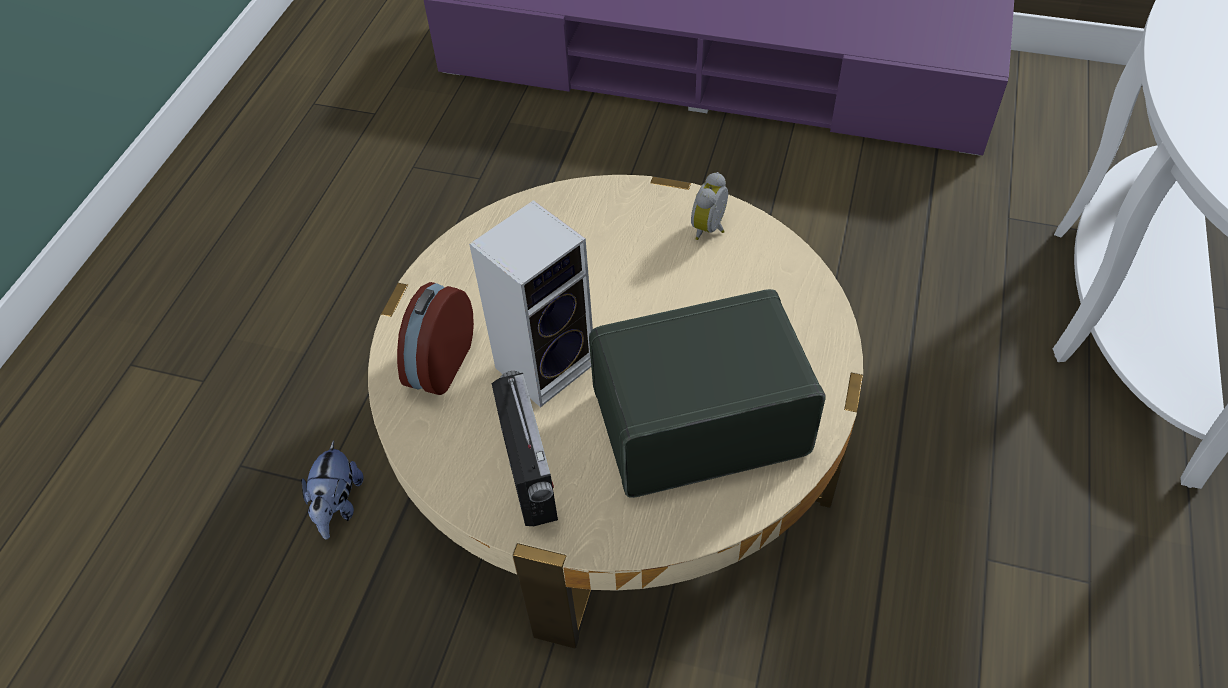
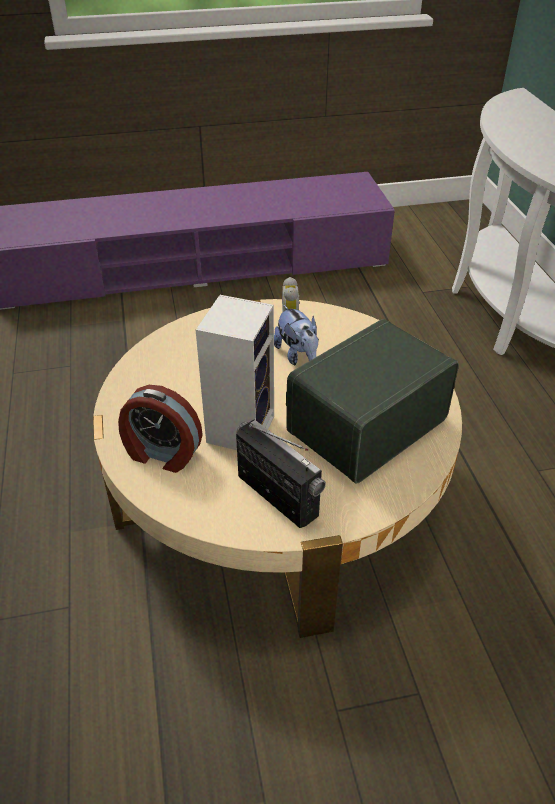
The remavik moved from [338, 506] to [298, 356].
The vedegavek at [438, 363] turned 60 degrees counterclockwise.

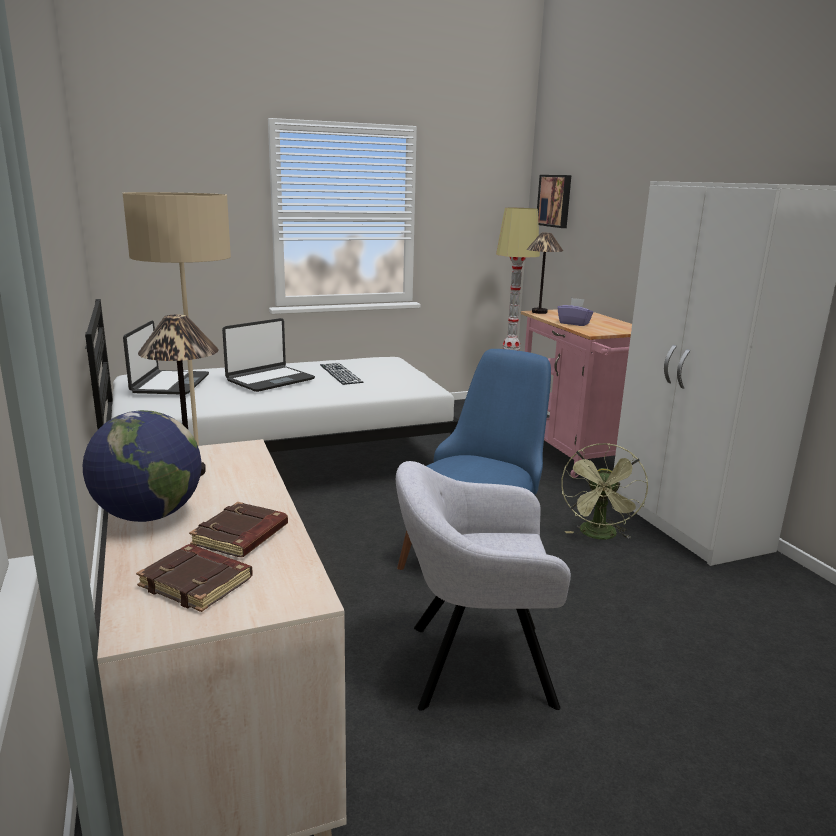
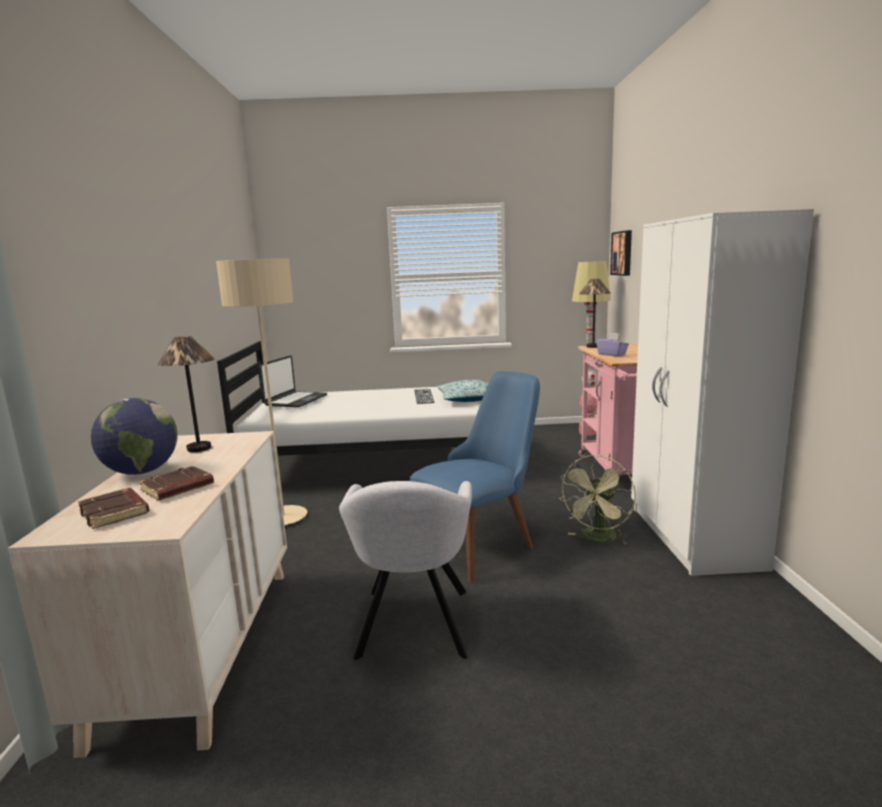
The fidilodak at [270, 380] disappeared.
The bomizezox at [467, 399] appeared.
The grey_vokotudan at [473, 664] turned 105 degrees counterclockwise.

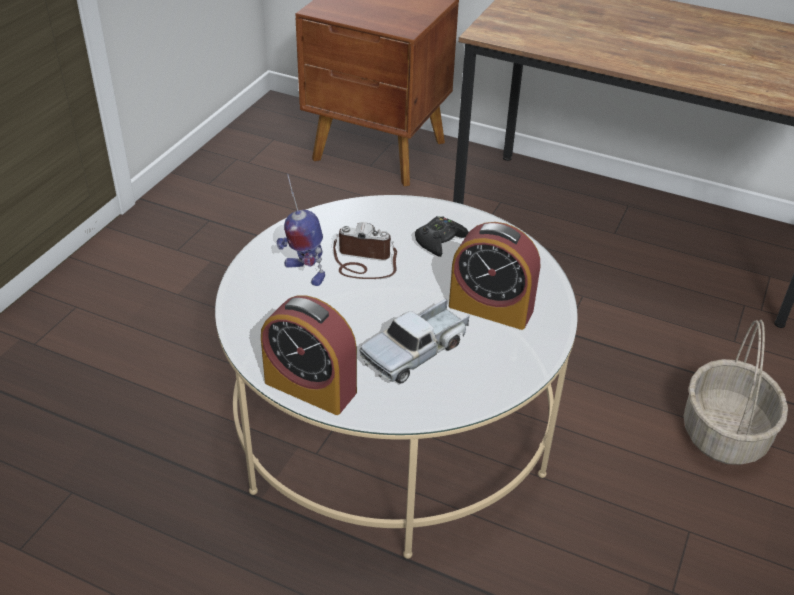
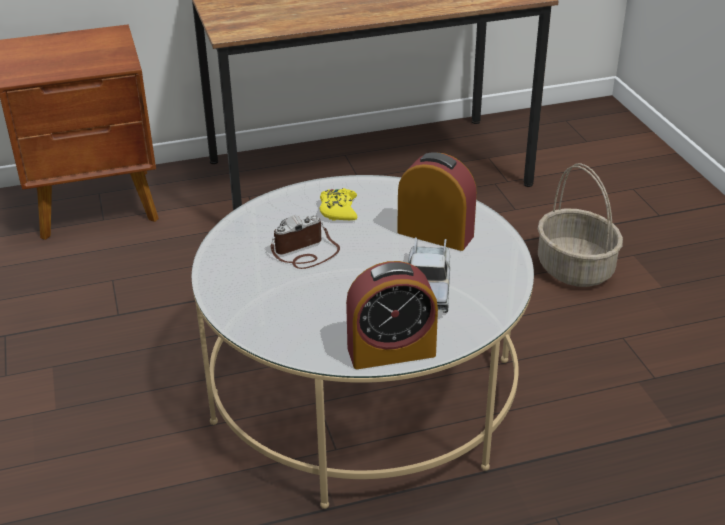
The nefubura at [304, 272] disappeared.
The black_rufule at [439, 241] became the yellow_rufule at [338, 210].
The vedegavek at [491, 308] turned 135 degrees counterclockwise.

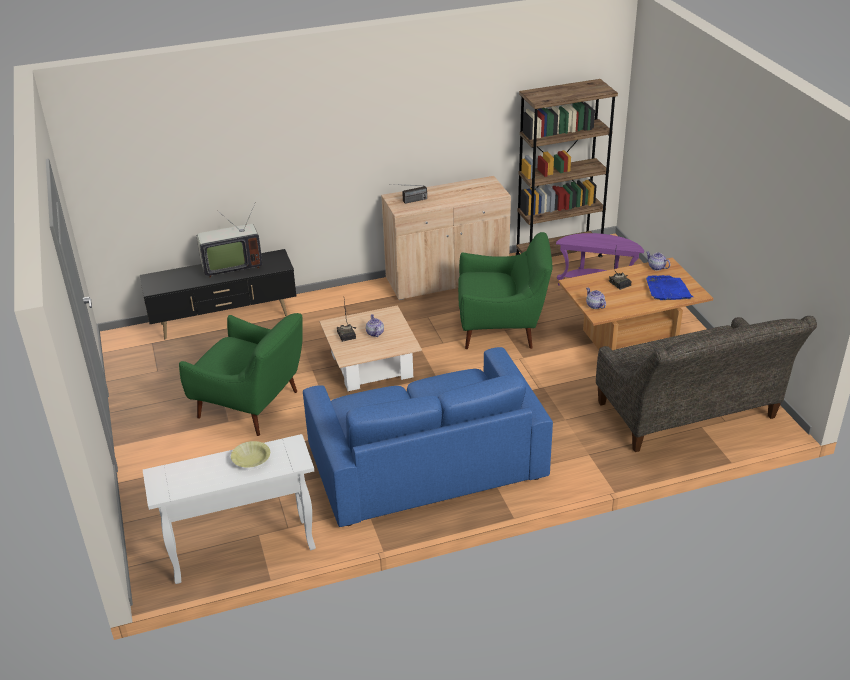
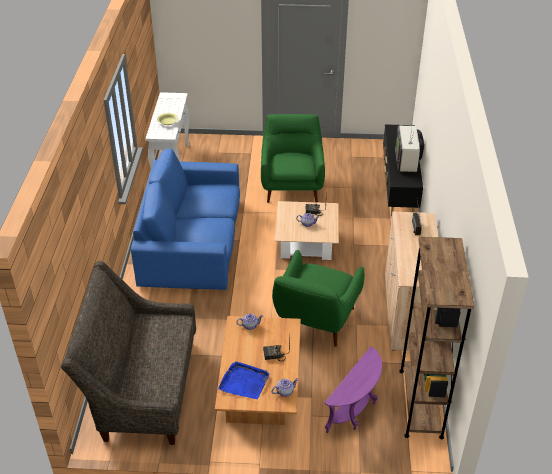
The green_vokotudan at [252, 406] turned 135 degrees clockwise.

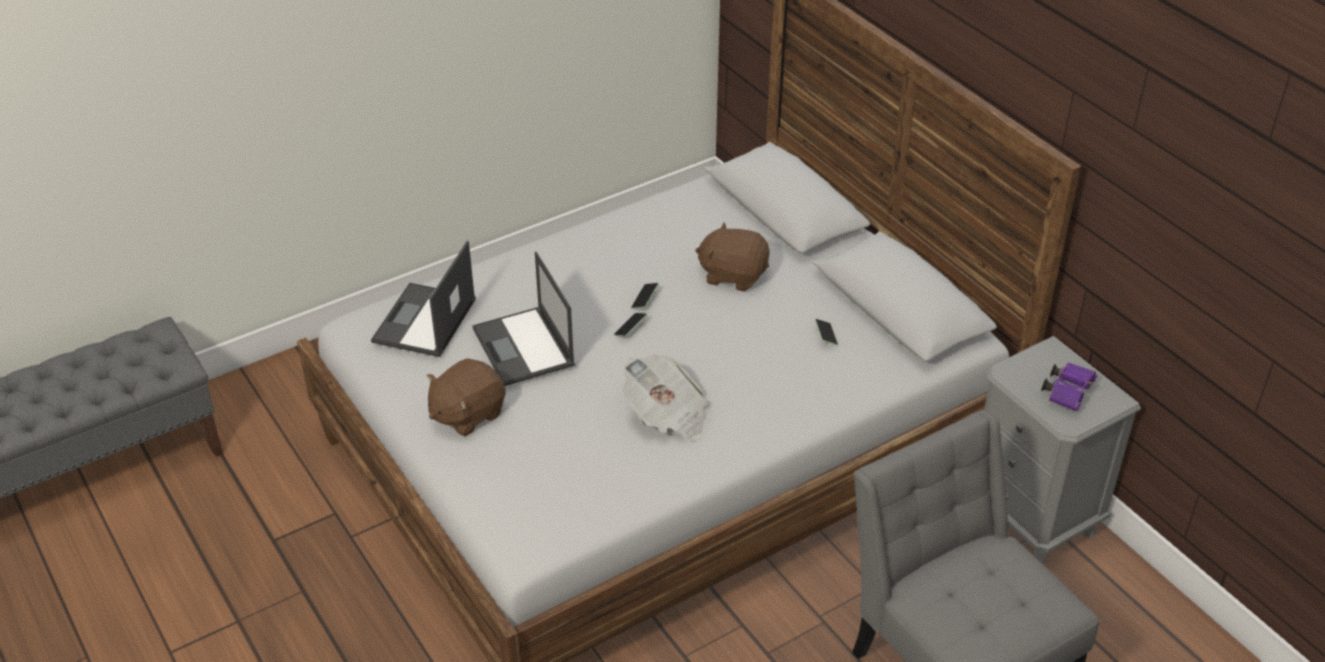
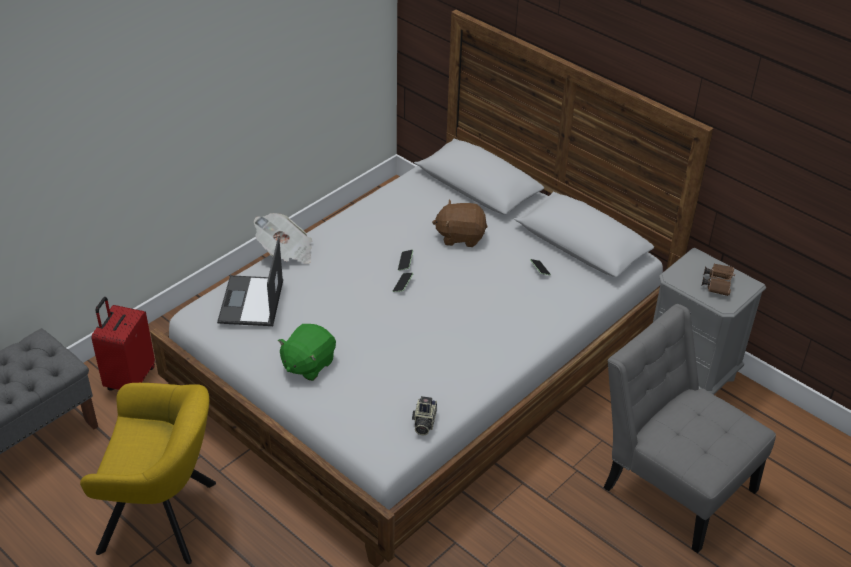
The fidilodak at [524, 347] disappeared.
The yellow_vokotudan at [165, 518] appeared.
The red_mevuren at [129, 379] appeared.
The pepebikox at [423, 423] appeared.
The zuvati moved from [667, 415] to [286, 251].
The brown_remavik at [467, 414] became the green_remavik at [308, 364].
The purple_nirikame at [1068, 392] became the brown_nirikame at [717, 284].

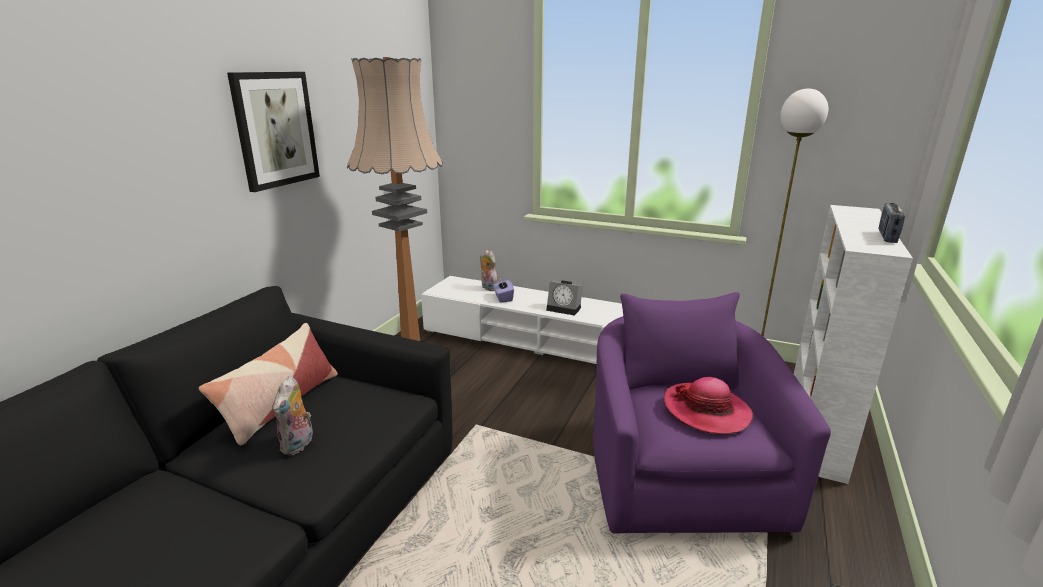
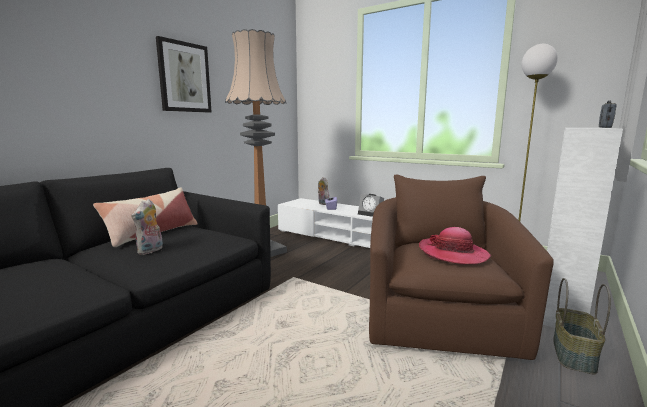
The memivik at [575, 355] appeared.
The purple_vokotudan at [679, 473] became the brown_vokotudan at [438, 316].

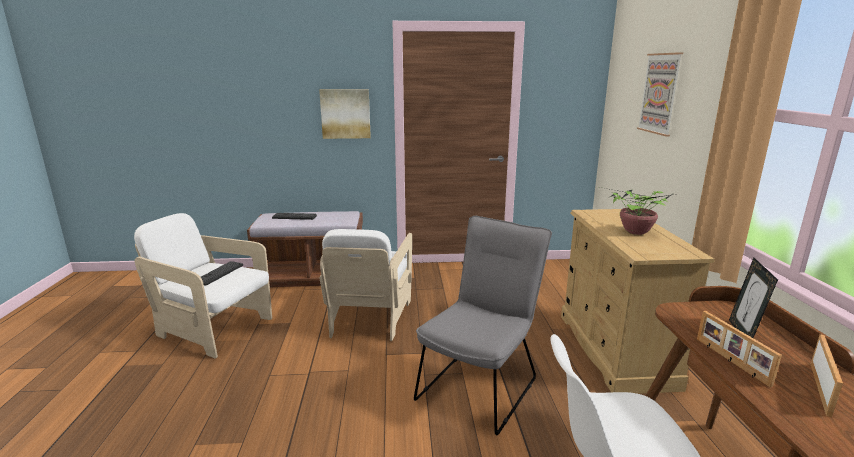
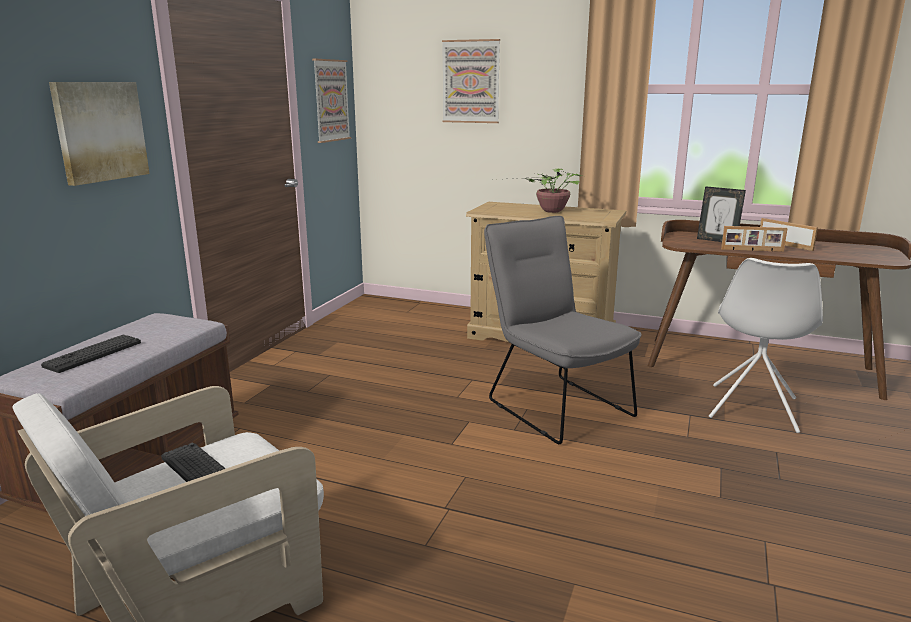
The white_vokotudan at [369, 317] disappeared.
The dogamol at [331, 100] appeared.

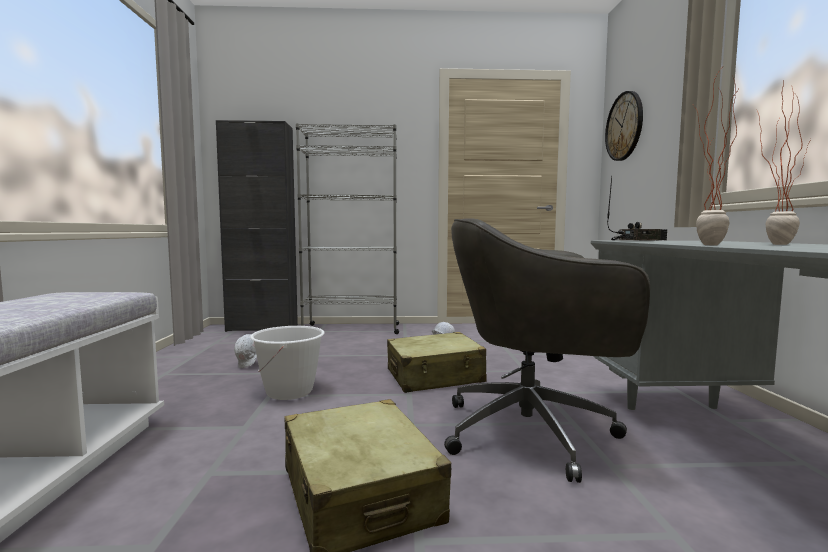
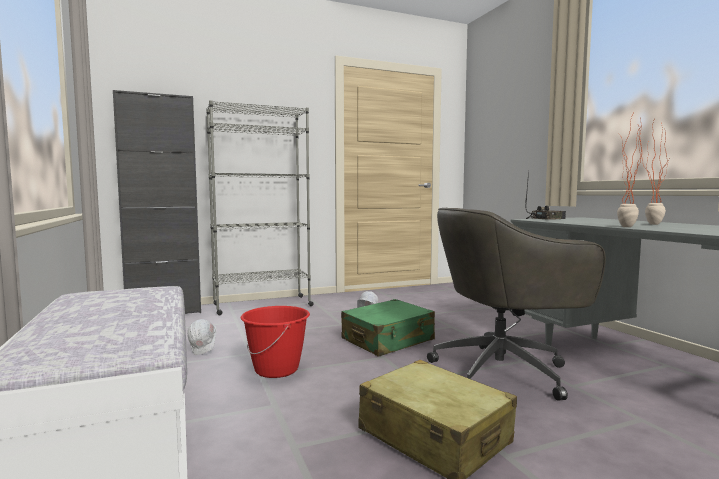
The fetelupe at [624, 126] disappeared.
The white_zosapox at [290, 392] became the red_zosapox at [277, 369].
The beige_mevuren at [435, 376] became the green_mevuren at [388, 340].

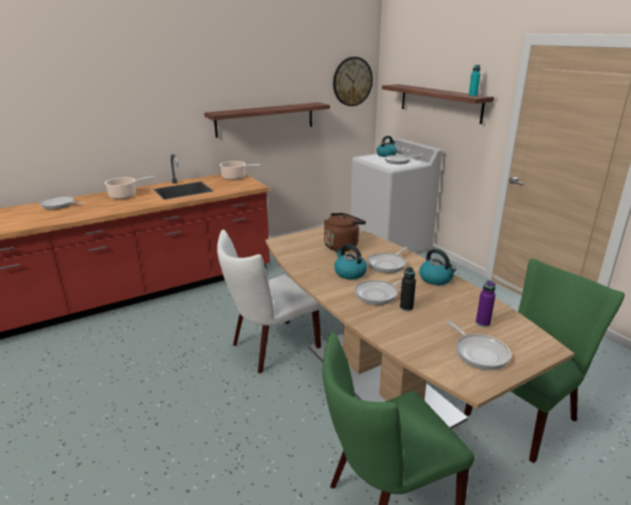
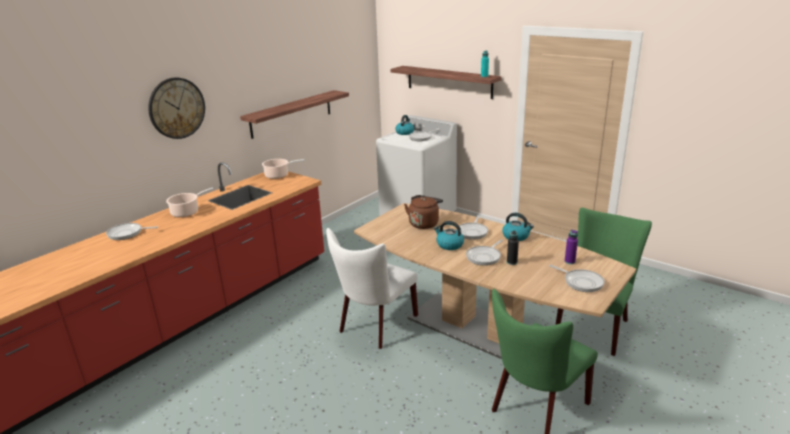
The fetelupe moved from [352, 81] to [176, 108].

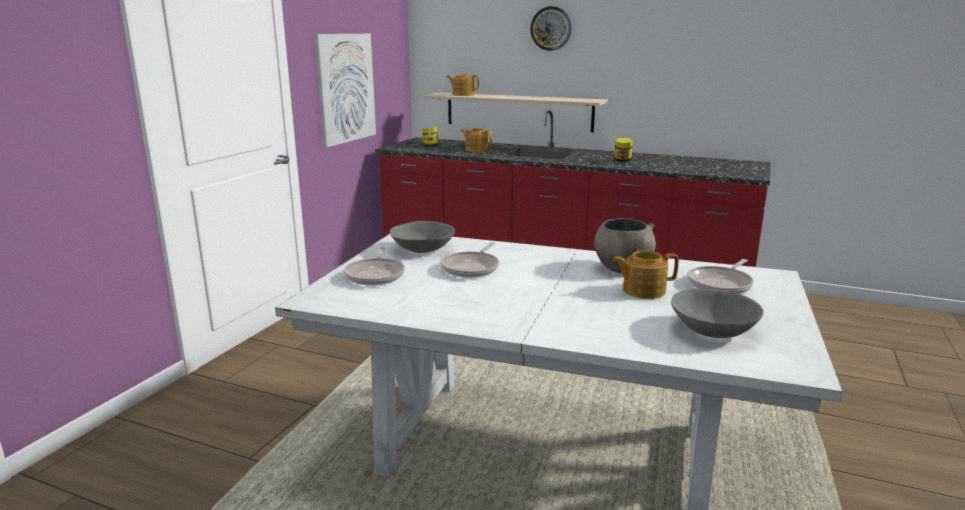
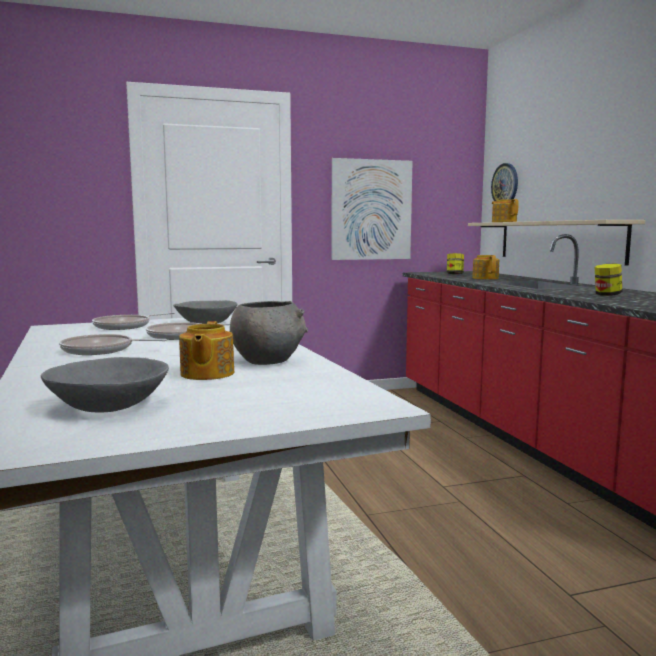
The fetelupe moved from [551, 28] to [505, 185].
The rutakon moved from [721, 284] to [101, 350].
The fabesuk at [642, 290] turned 135 degrees counterclockwise.

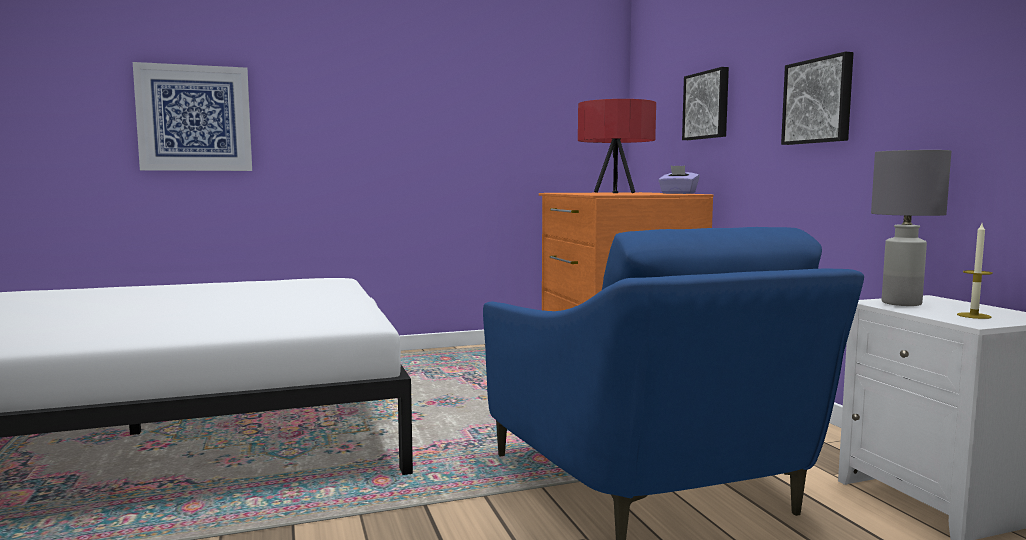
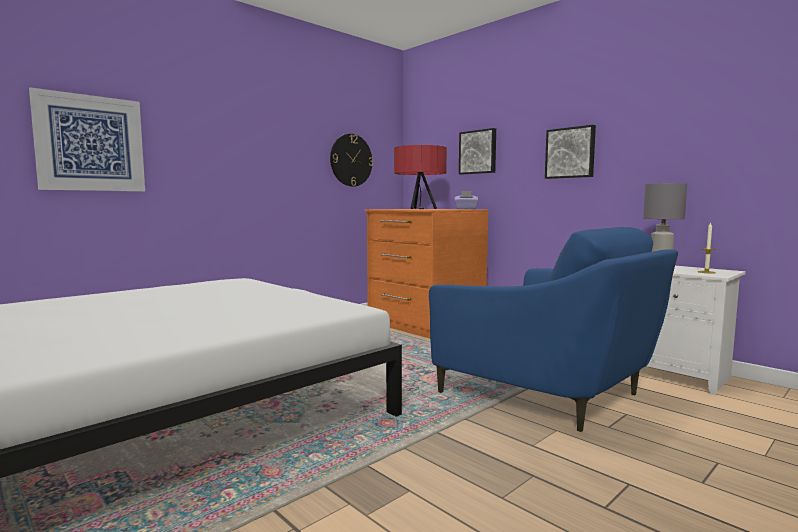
The fetelupe at [351, 160] appeared.

